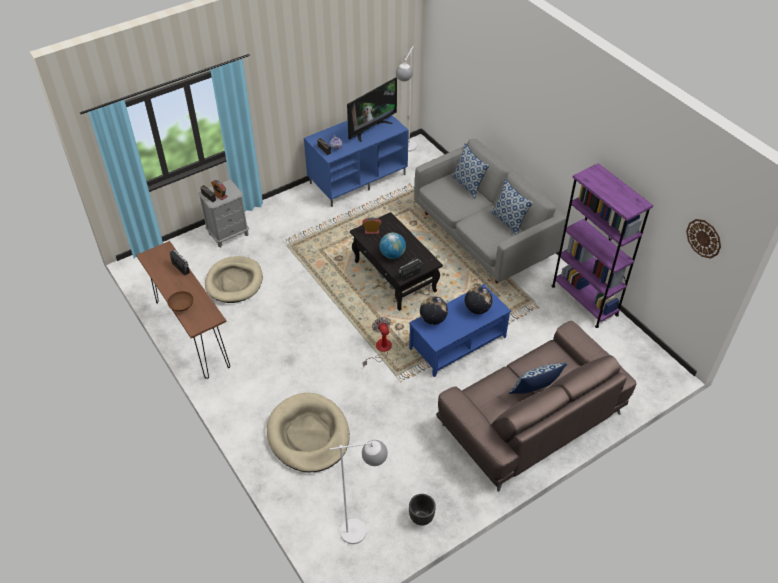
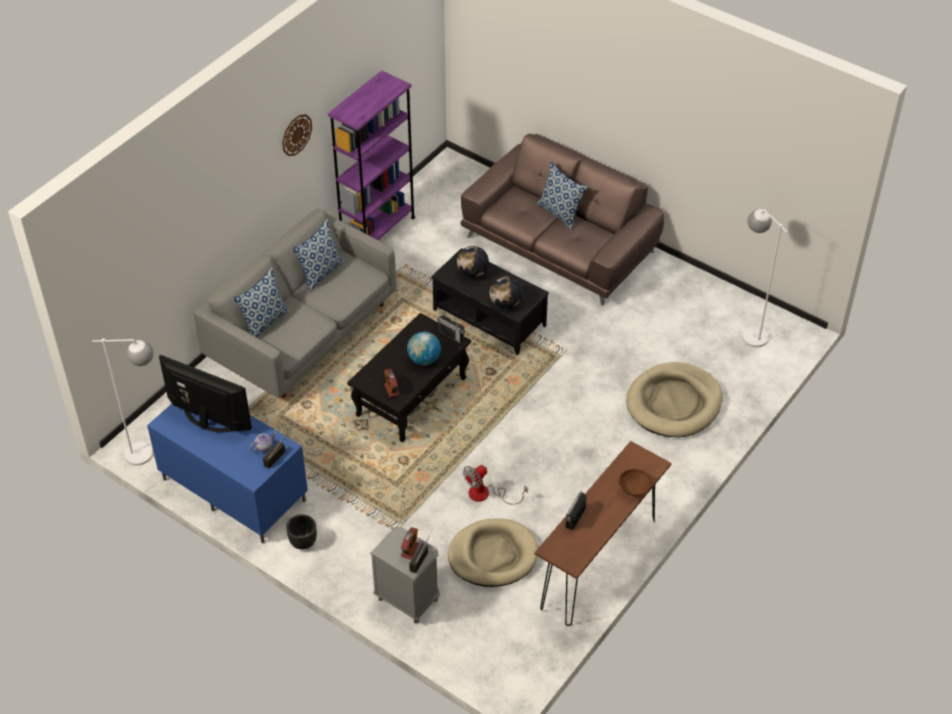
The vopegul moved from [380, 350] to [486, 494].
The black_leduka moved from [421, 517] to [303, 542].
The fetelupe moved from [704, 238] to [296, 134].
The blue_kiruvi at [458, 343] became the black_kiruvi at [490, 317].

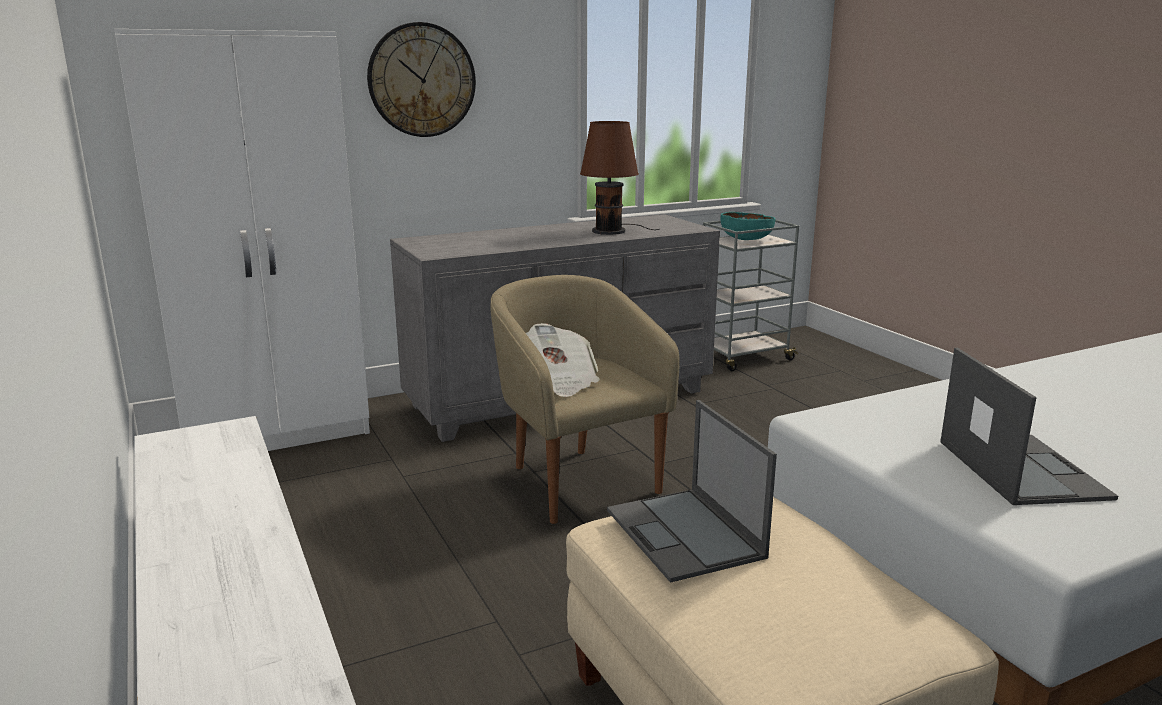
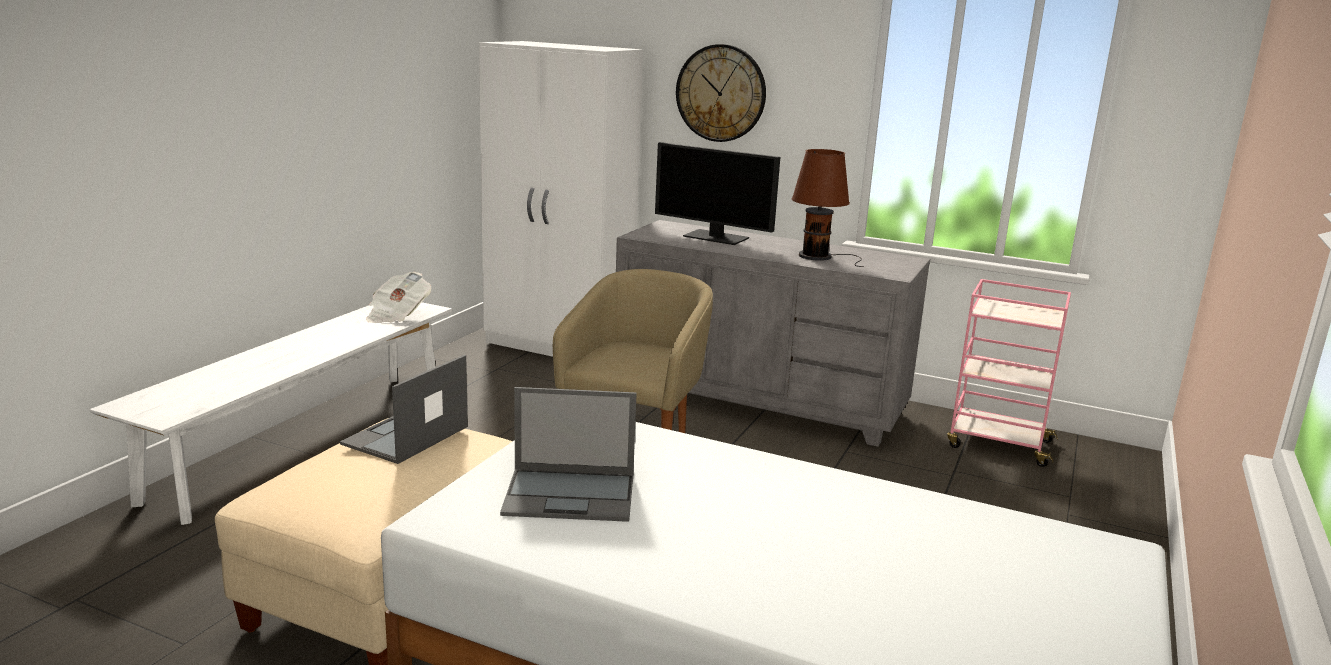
The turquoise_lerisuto at [745, 240] disappeared.
The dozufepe at [716, 237] appeared.
The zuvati moved from [558, 381] to [397, 315].
The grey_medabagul at [743, 358] became the pink_medabagul at [997, 444].
The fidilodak at [1020, 468] turned 45 degrees clockwise.

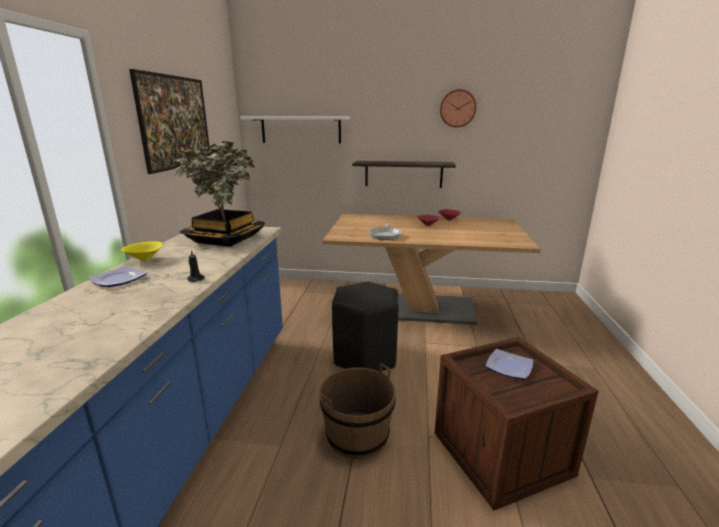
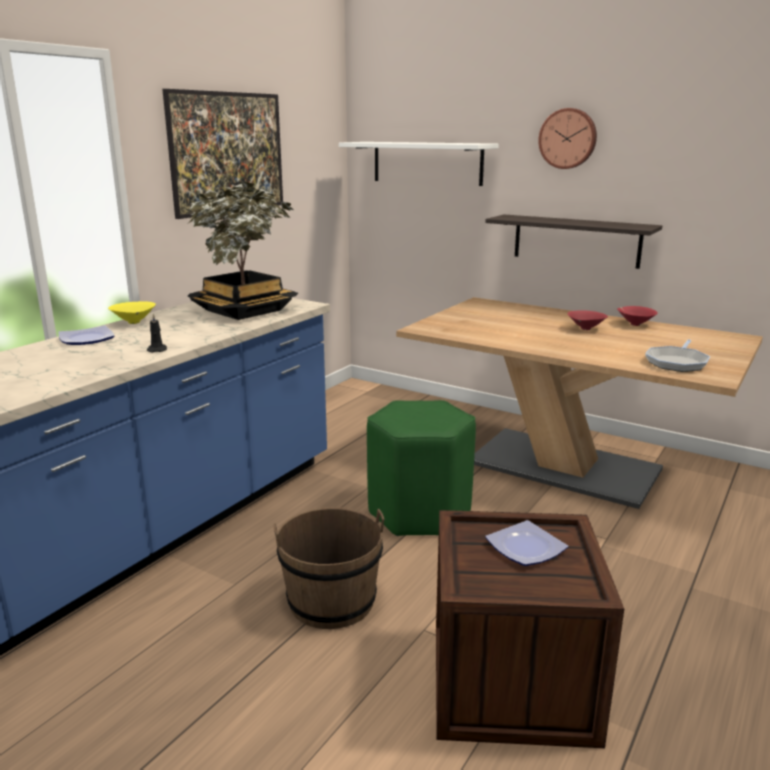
The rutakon moved from [385, 235] to [677, 362].
The fetelupe moved from [457, 108] to [568, 138].
The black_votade at [364, 357] became the green_votade at [418, 513].

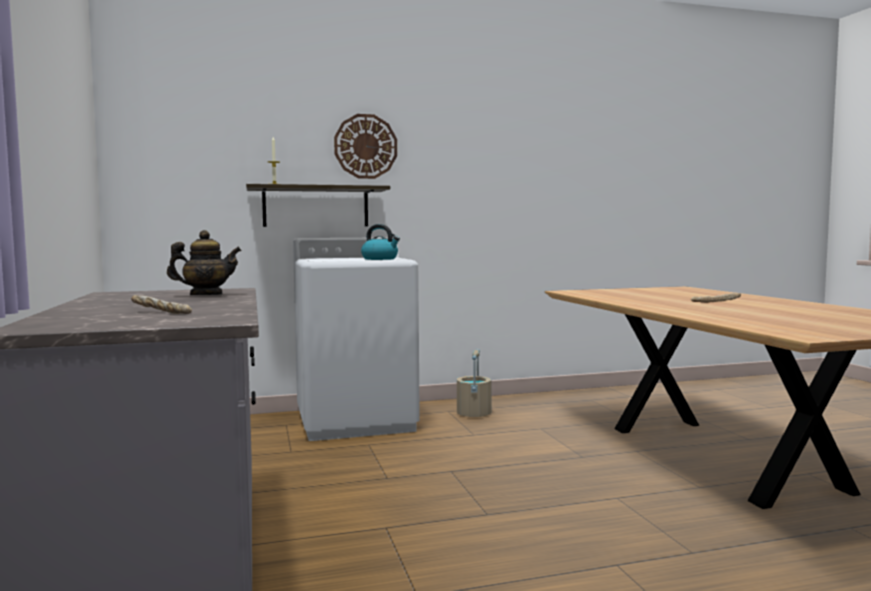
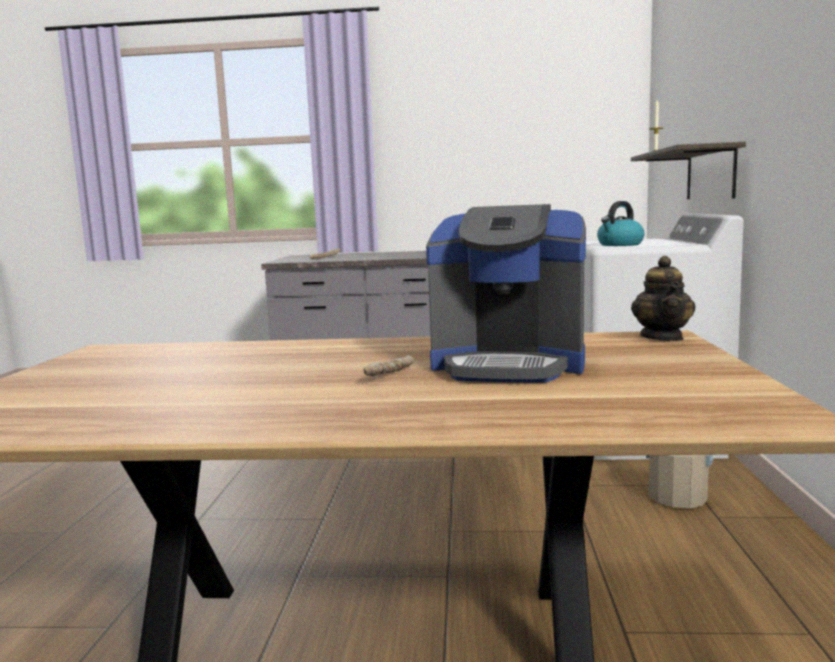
The fetelupe at [365, 146] disappeared.
The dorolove at [509, 365] appeared.
The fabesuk moved from [206, 295] to [662, 337].

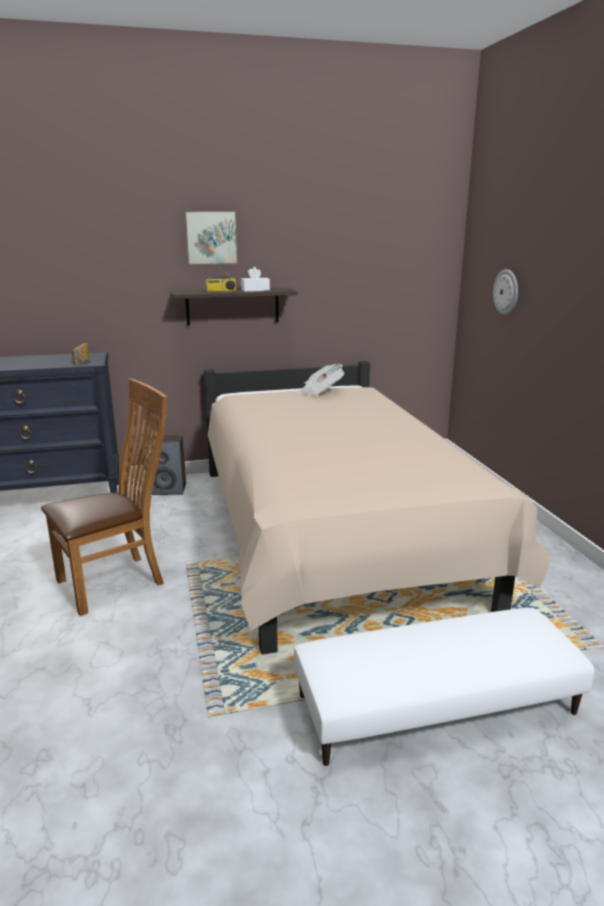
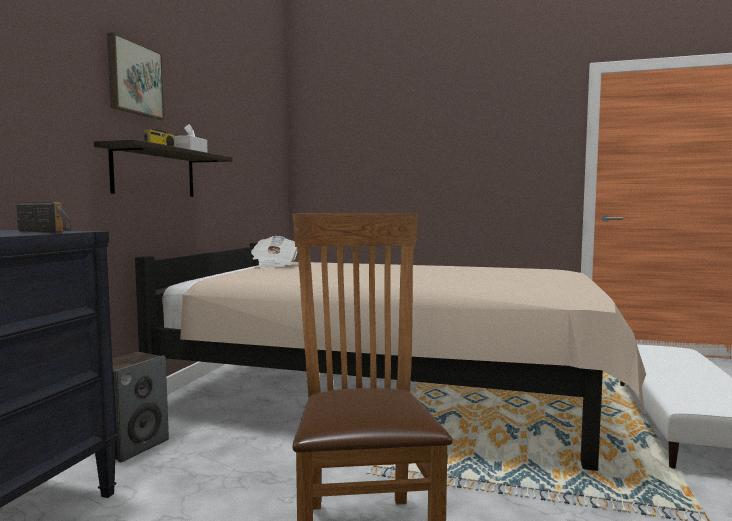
The fetelupe at [506, 292] disappeared.

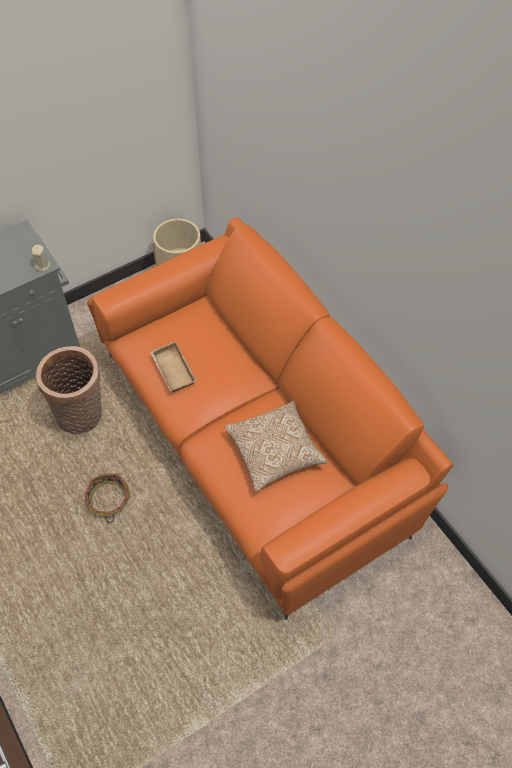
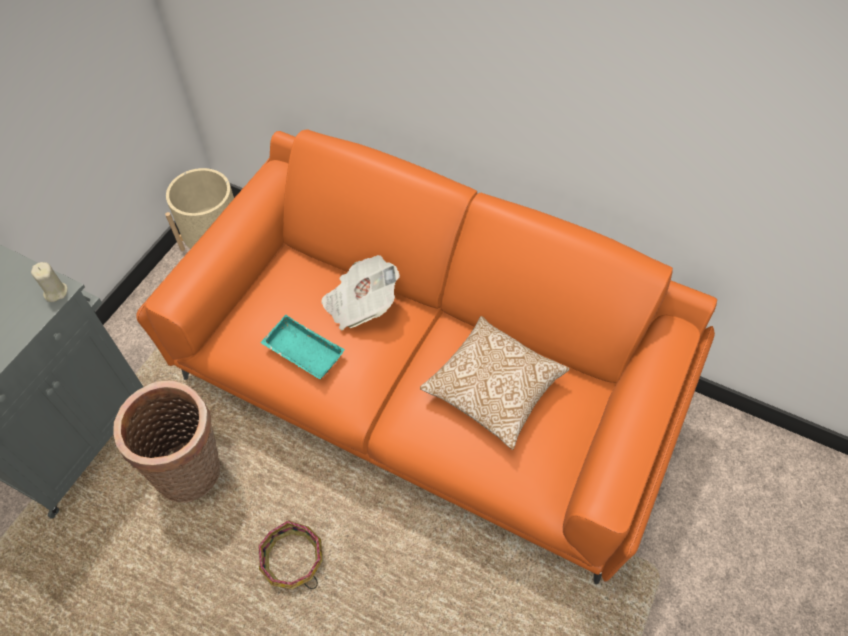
The zuvati at [360, 304] appeared.
The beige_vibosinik at [171, 370] became the turquoise_vibosinik at [301, 352].

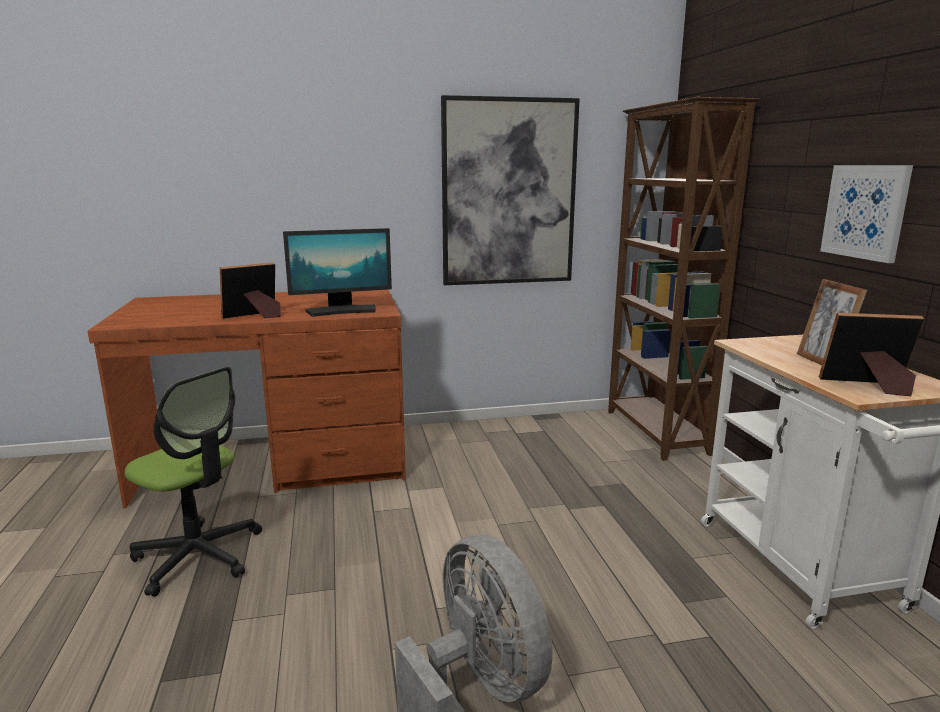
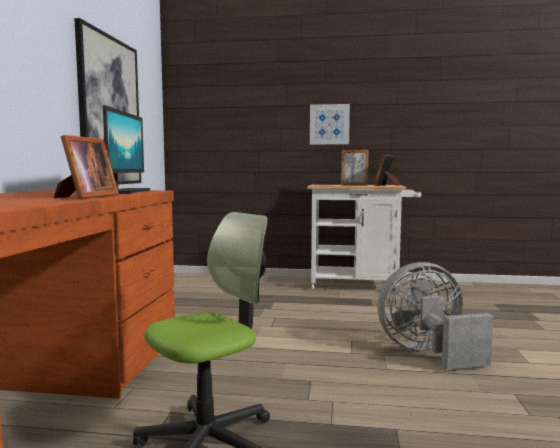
The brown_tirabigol at [655, 432] disappeared.
The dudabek at [254, 316] turned 150 degrees counterclockwise.

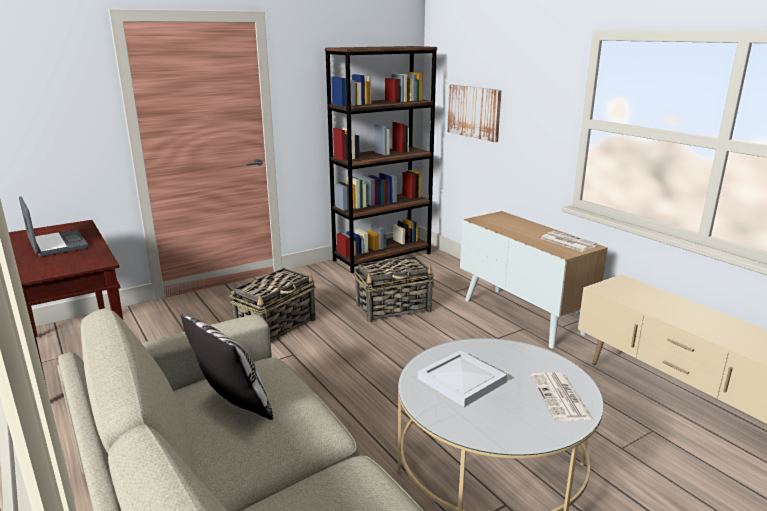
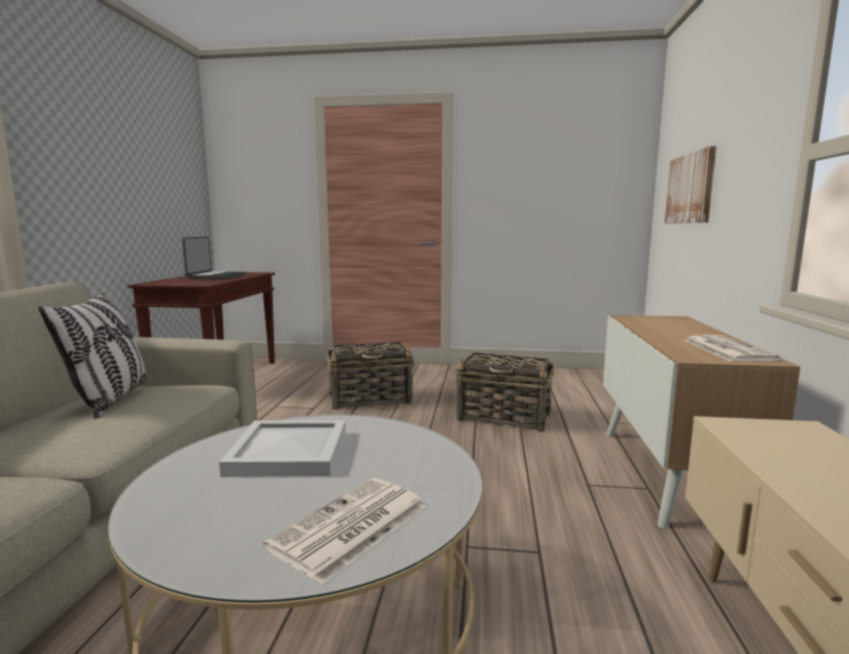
The brown_tirabigol at [382, 257] disappeared.

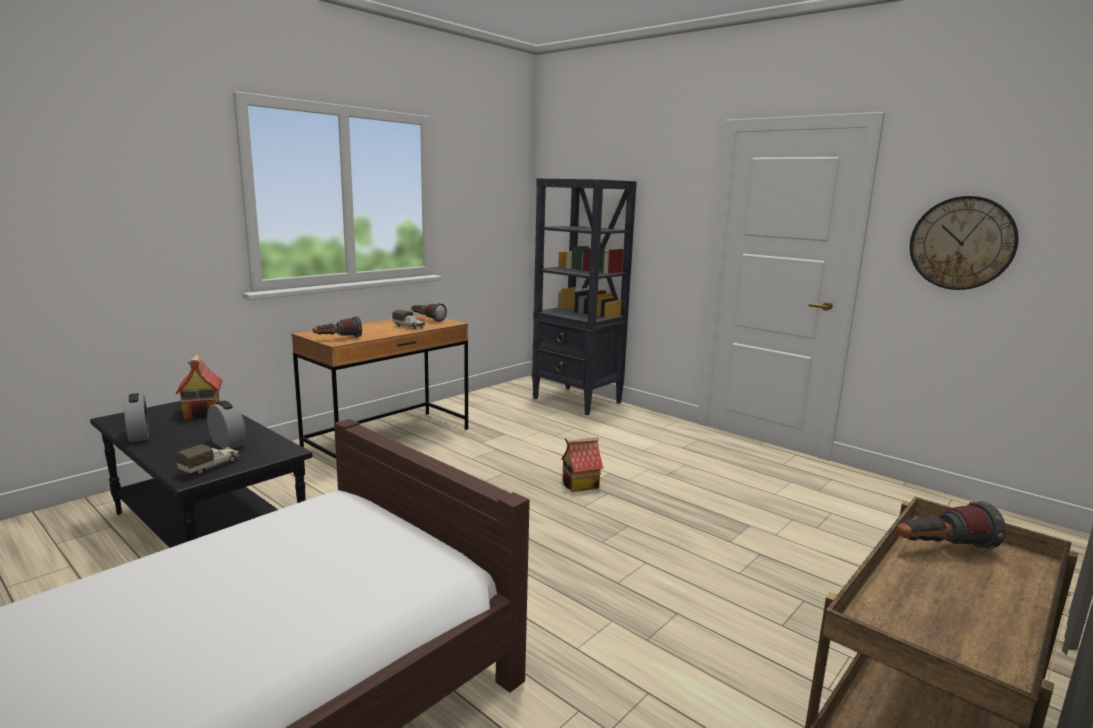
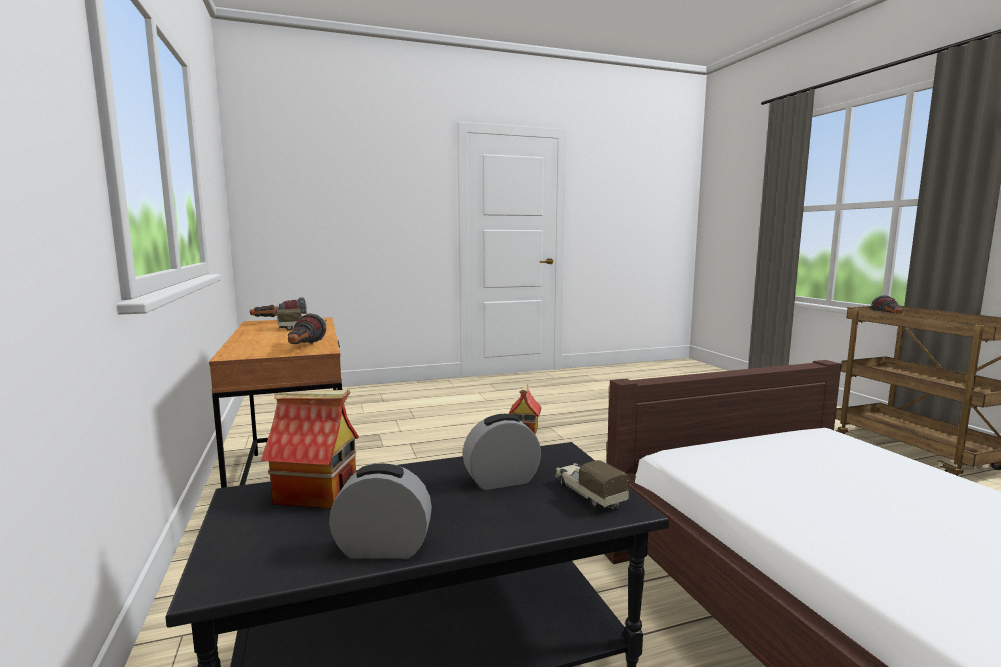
The black_tirabigol at [577, 401] disappeared.
The fetelupe at [962, 243] disappeared.

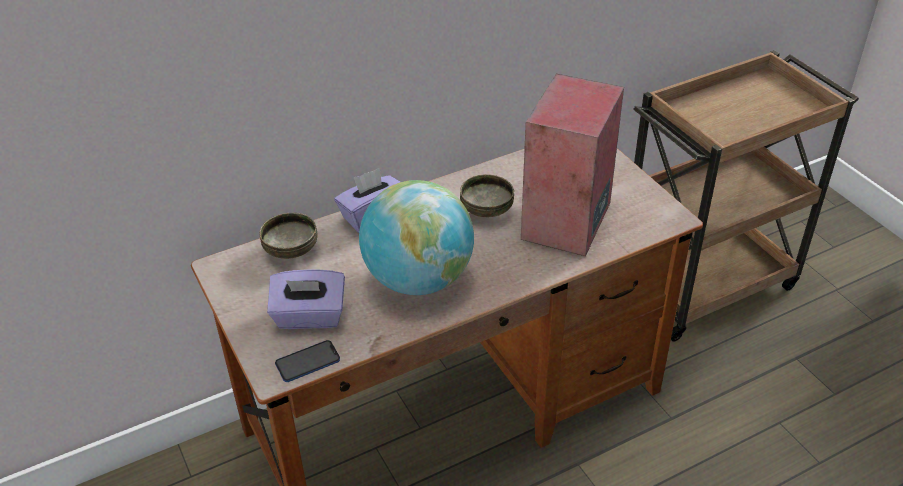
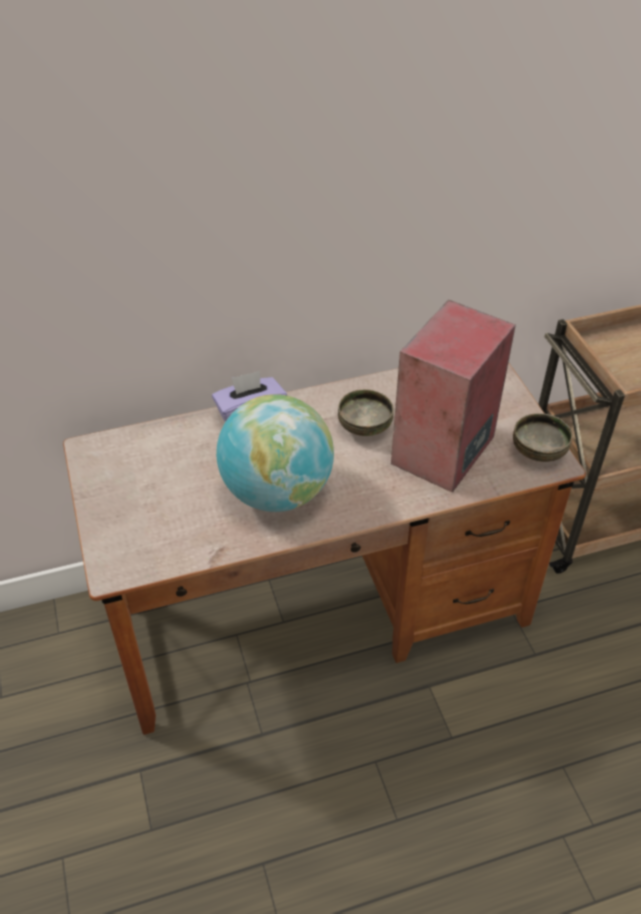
The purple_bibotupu at [309, 317] disappeared.
The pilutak at [308, 362] disappeared.
The lerisuto moved from [291, 251] to [538, 452].

